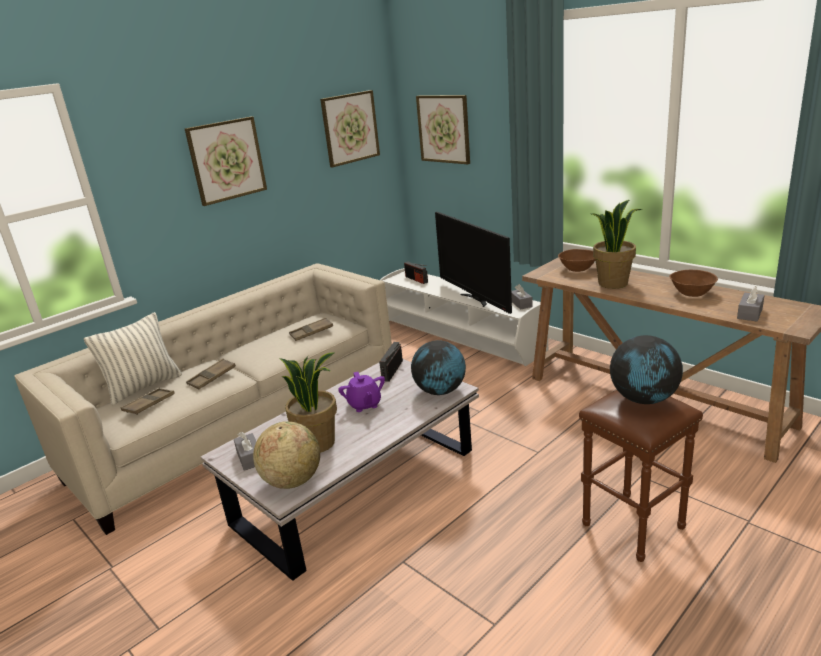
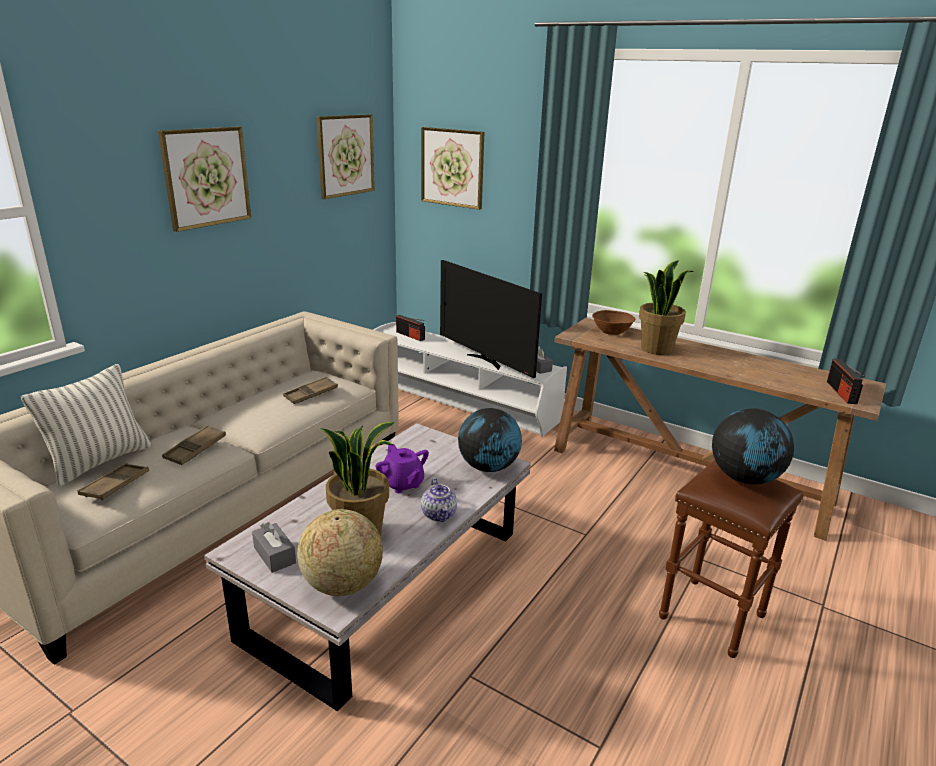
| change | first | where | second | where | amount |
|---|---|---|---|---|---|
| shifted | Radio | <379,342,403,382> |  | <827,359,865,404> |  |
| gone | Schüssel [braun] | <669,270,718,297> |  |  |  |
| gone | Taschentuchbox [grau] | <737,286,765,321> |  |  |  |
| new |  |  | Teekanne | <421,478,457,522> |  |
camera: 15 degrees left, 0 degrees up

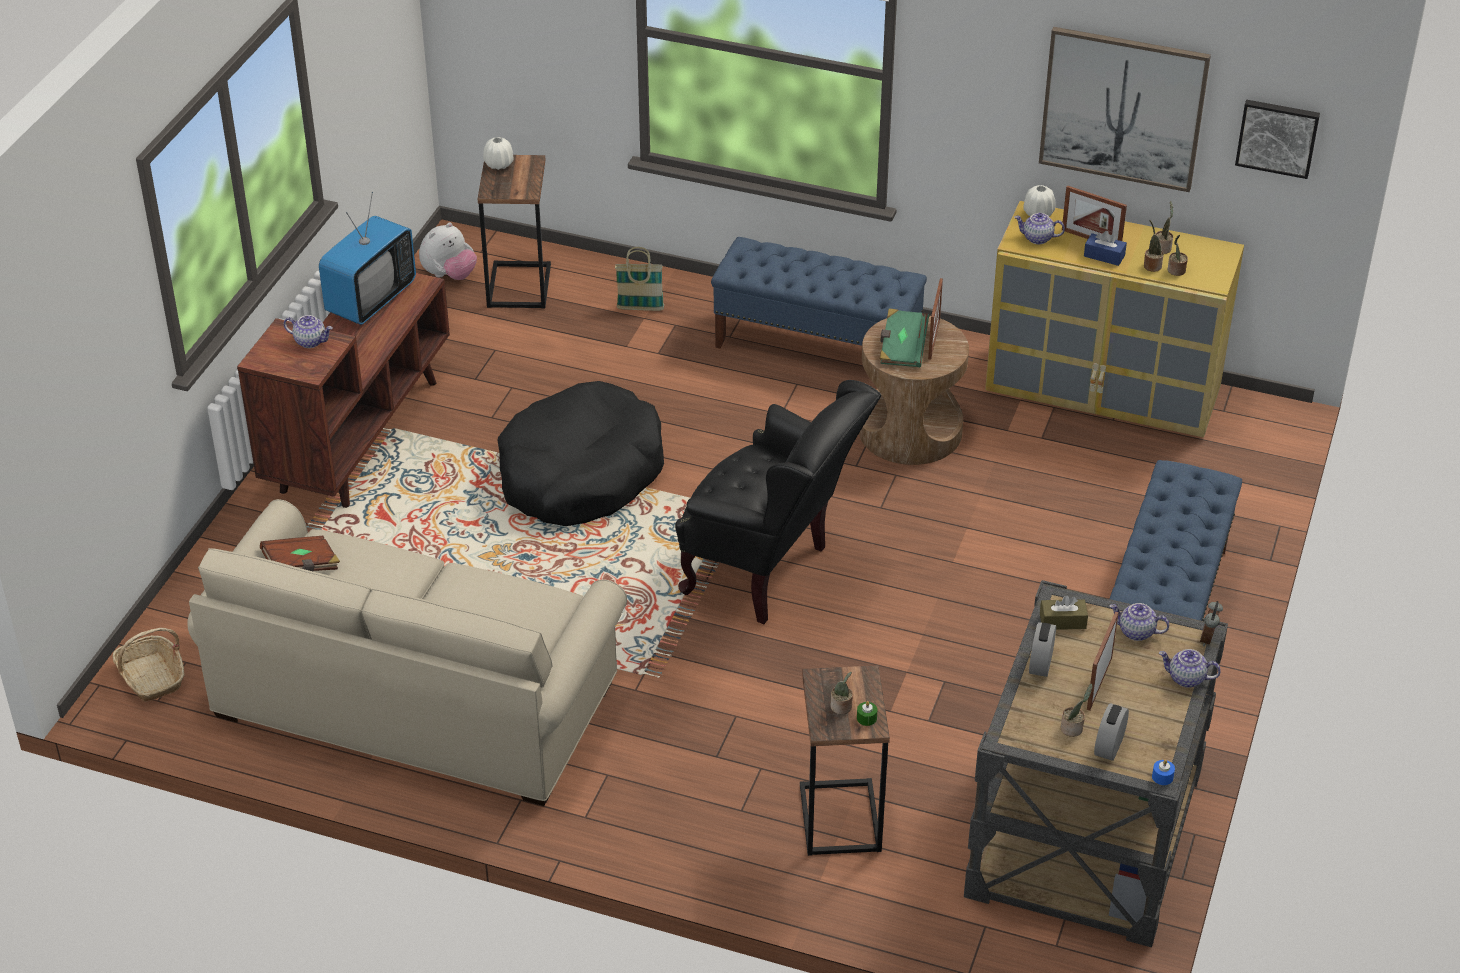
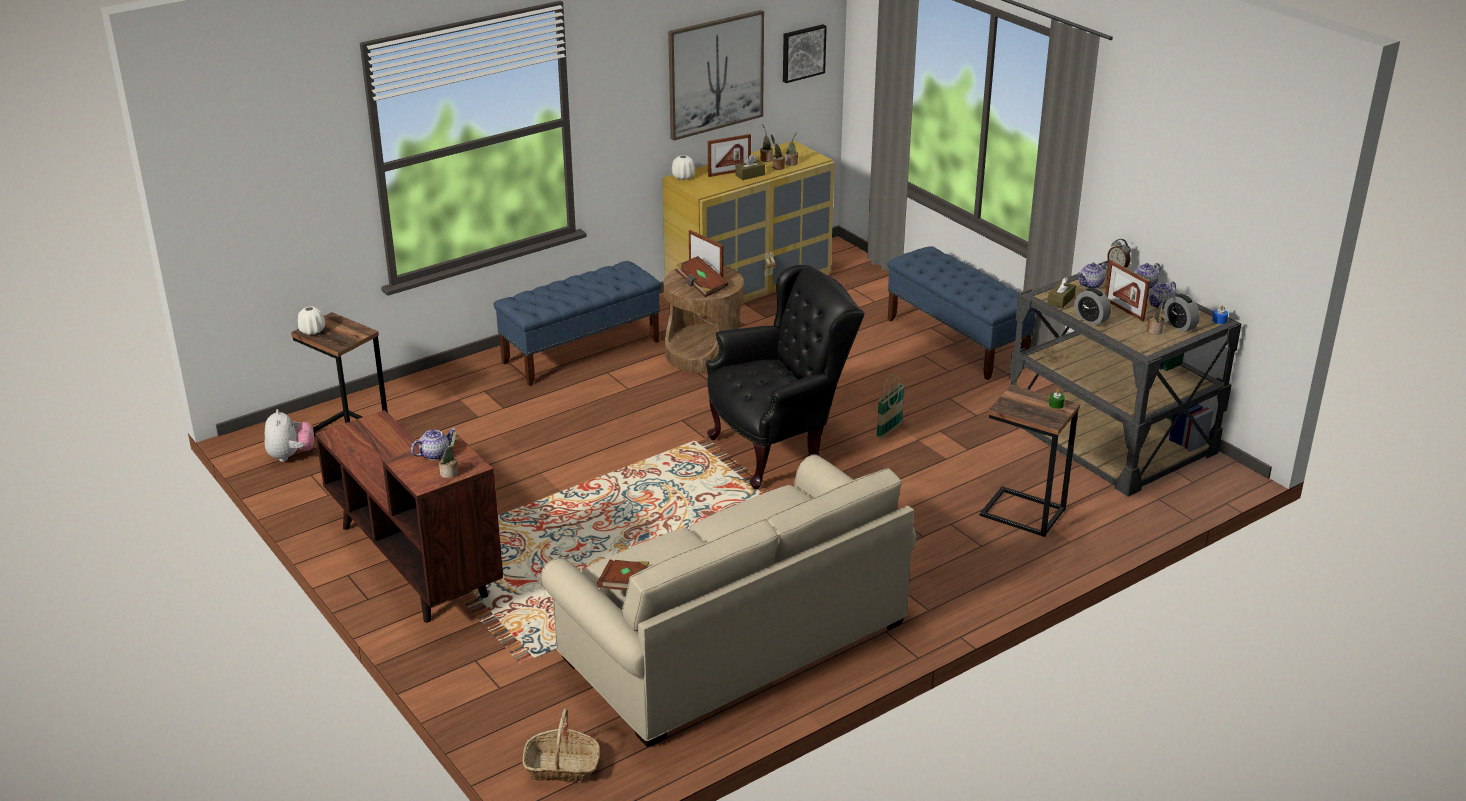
| change | first | where | second | where | amount |
|---|---|---|---|---|---|
| gone | Fernseher | <319,192,416,325> |  |  |  |
| gone | Hundebett [schwarz] | <497,381,664,526> |  |  |  |
| shifted | Korb | <615,247,664,311> |  | <876,374,904,439> |  |
| shifted | Topfpflanze | <830,672,853,715> |  | <439,431,458,478> |  |
| repainted | Buch [grün] | <880,308,929,367> | Buch [braun] | <675,256,728,297> |  |
| shifted | Teekanne | <1014,213,1065,244> |  | <1149,281,1176,309> |  |
| repainted | Taschentuchbox [blau] | <1084,231,1127,266> | Taschentuchbox [braun] | <735,155,765,180> |  |
camera: 55 degrees left, 10 degrees down

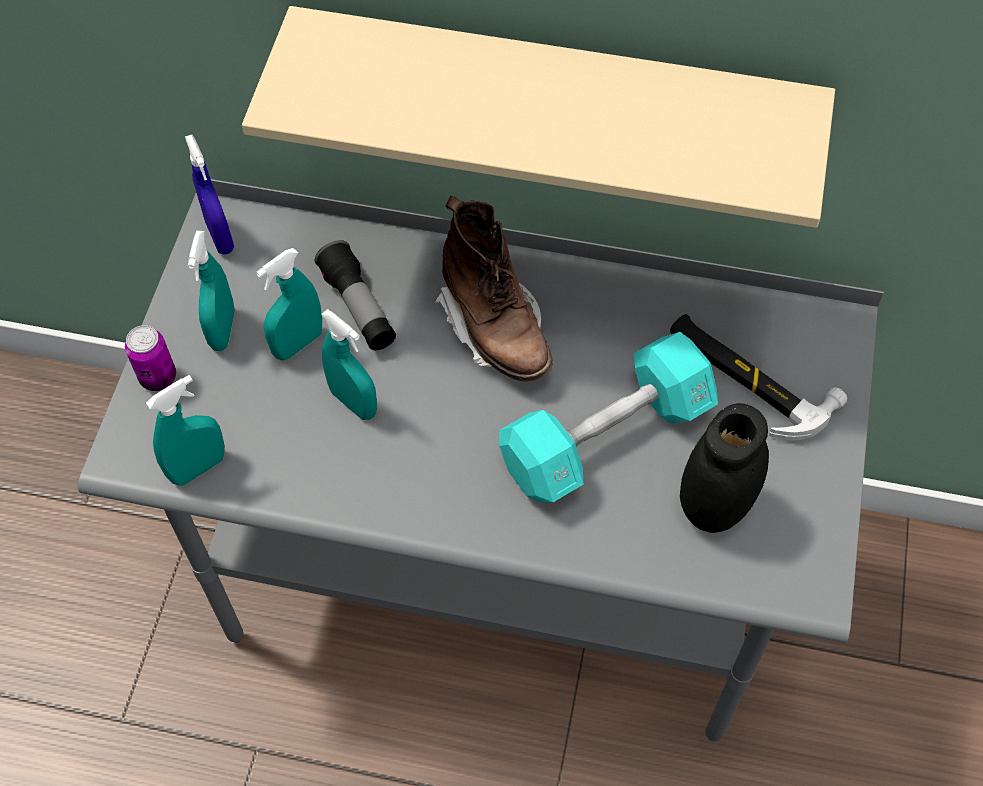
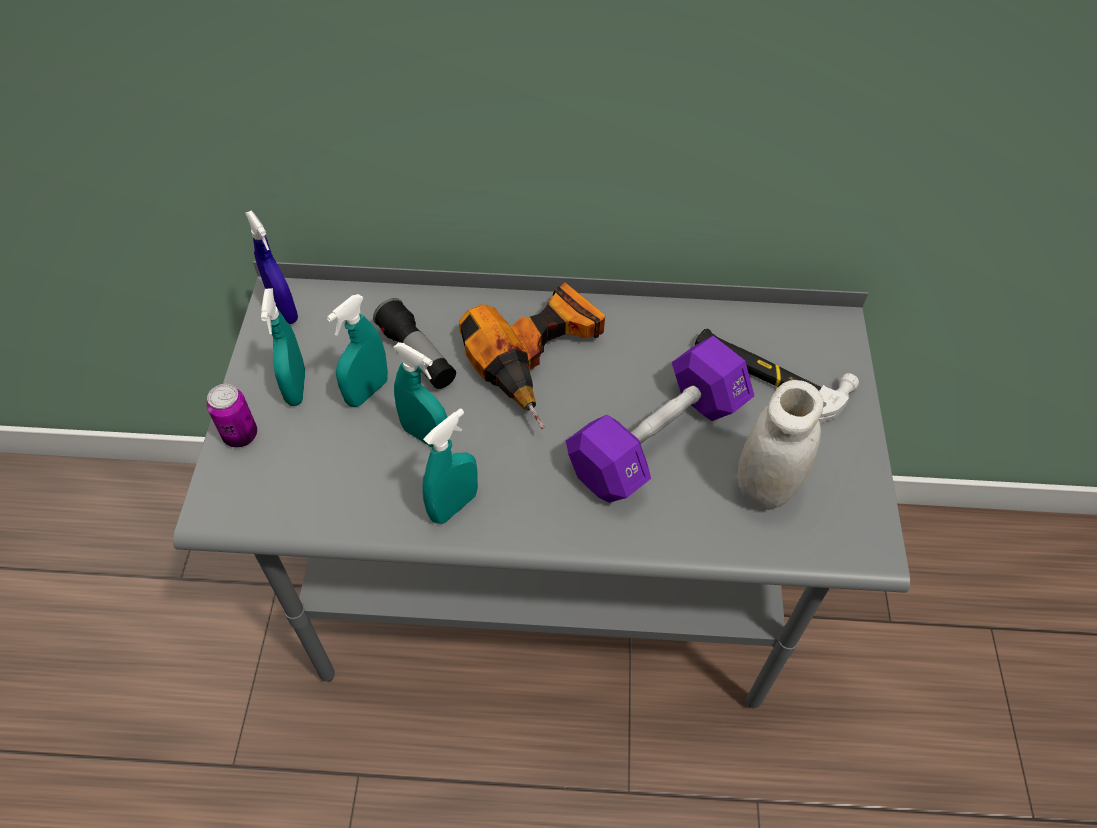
| change | first | where | second | where | amount |
|---|---|---|---|---|---|
| shifted | Sprühflasche [türkis] | <146,375,225,486> |  | <422,408,478,524> |  |
| gone | Wandregal [beige] | <242,6,835,228> |  |  |  |
| swapped | Stiefel [braun] | <435,196,553,381> | Bohrmaschine | <459,282,605,429> |  |
| repainted | Hantel [türkis] | <499,332,718,502> | Hantel [lila] | <566,336,754,503> |  |
| repainted | Vorratsglas [schwarz] | <680,403,769,533> | Vorratsglas [weiß] | <737,380,824,510> |  |
camera: 10 degrees left, 5 degrees down

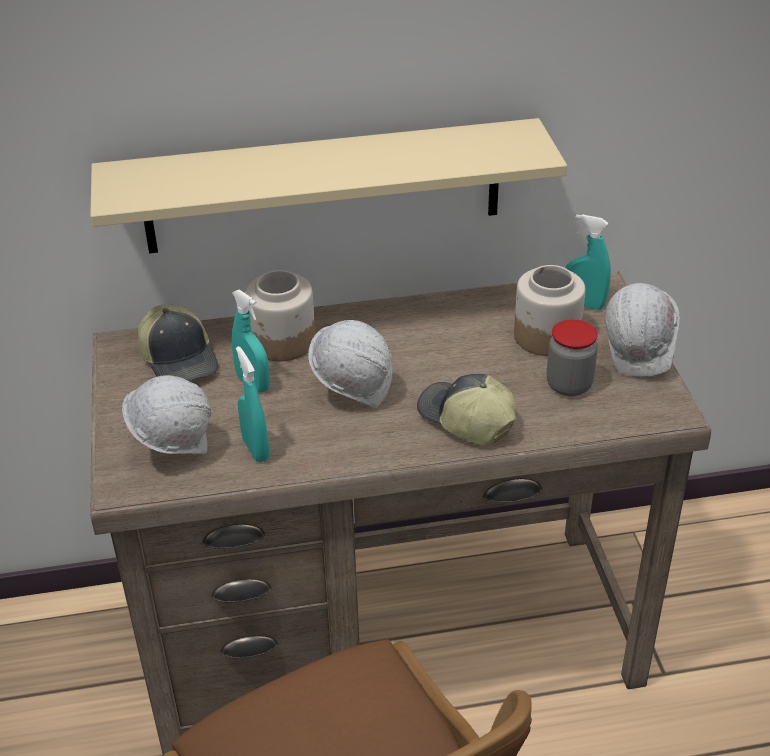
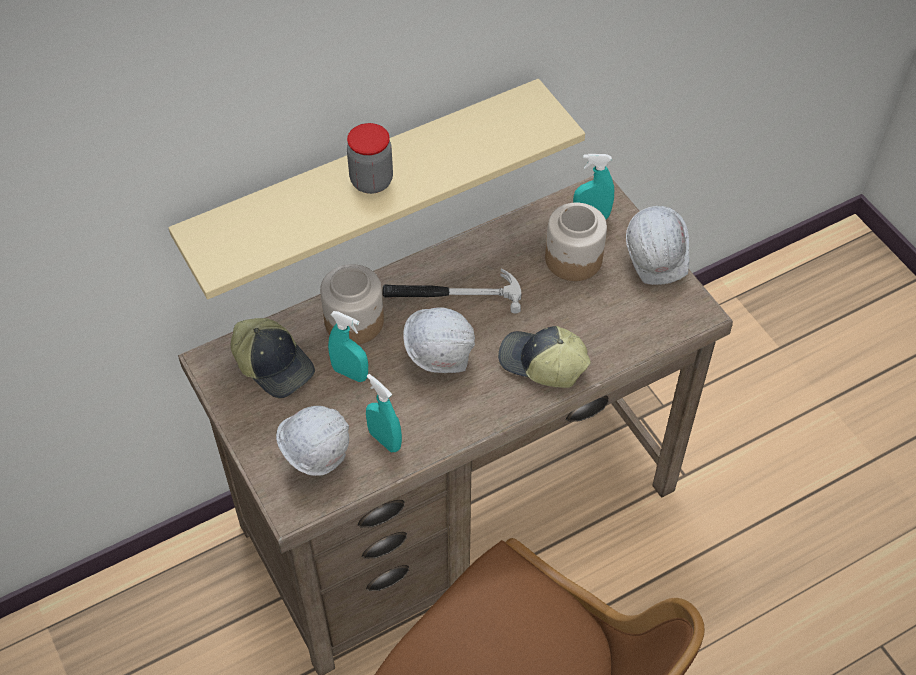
| change | first | where | second | where | amount |
|---|---|---|---|---|---|
| shifted | Vorratsglas | <547,319,598,396> |  | <347,123,393,194> |  |
| new |  |  | Hammer | <383,269,521,314> |  |
camera: 20 degrees left, 15 degrees up

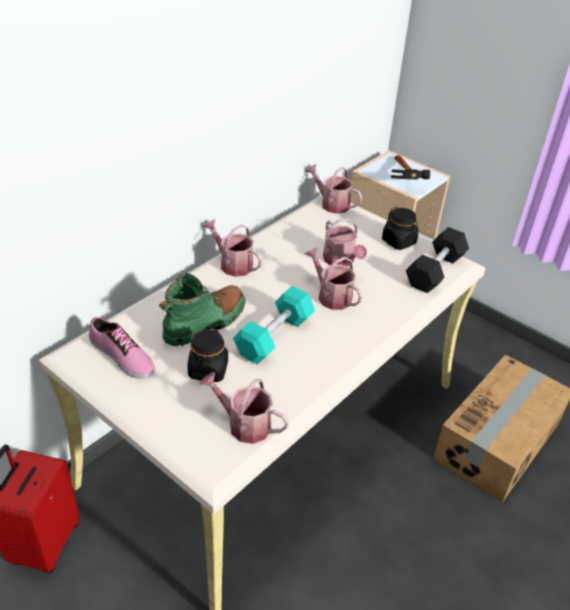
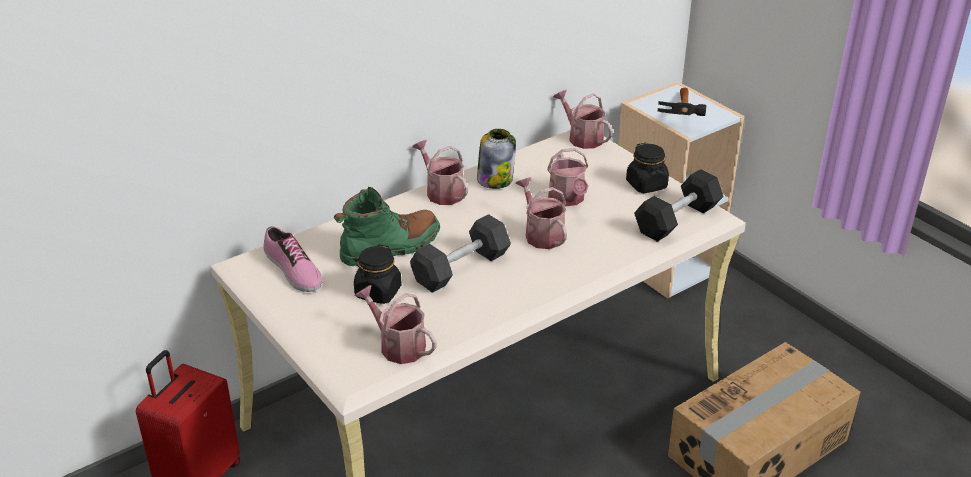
| change | first | where | second | where | amount |
|---|---|---|---|---|---|
| repainted | Hantel [türkis] | <233,286,315,365> | Hantel [grau] | <410,214,511,293> |  |
| new |  |  | Vorratsglas | <477,129,516,189> |  |
camera: 15 degrees right, 5 degrees down

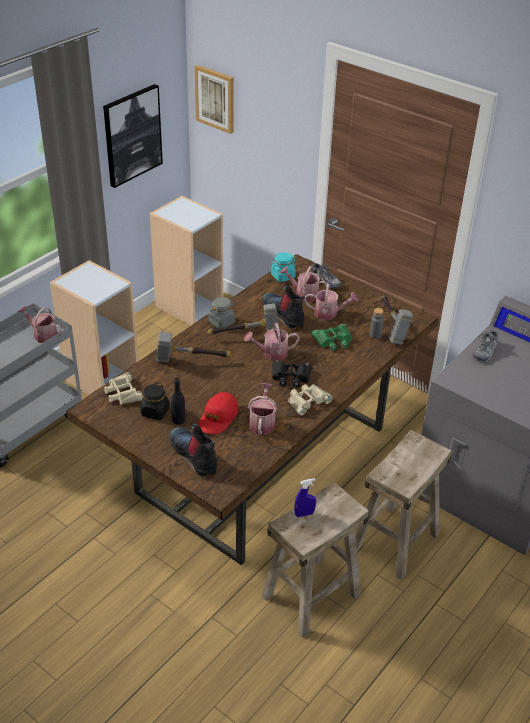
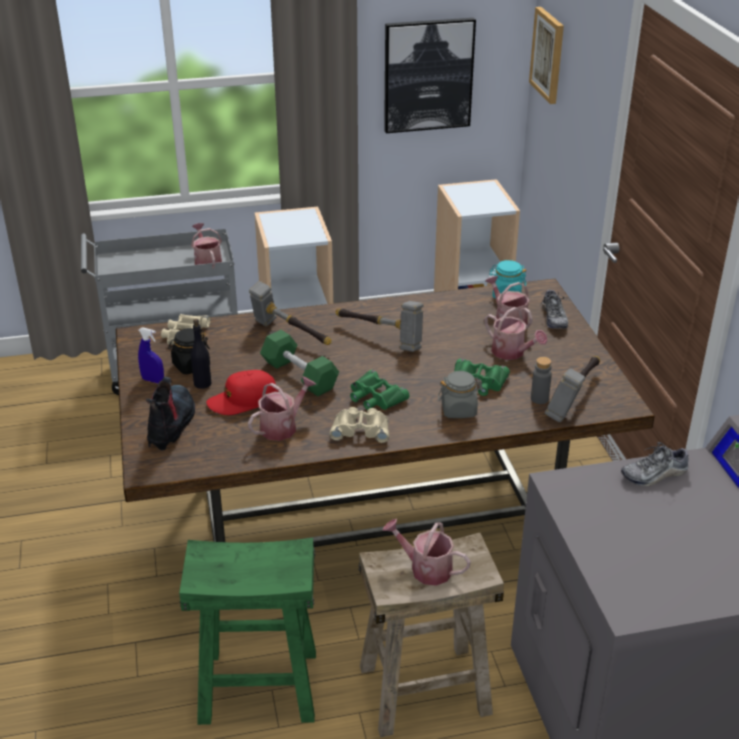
| change | first | where | second | where | amount |
|---|---|---|---|---|---|
| shifted | Vorratsglas [grau] | <208,297,235,328> |  | <438,371,483,418> |  |
| shifted | Gießkanne | <244,323,300,361> |  | <382,519,471,586> |  |
| repainted | Hocker [beige] | <261,481,369,638> | Hocker [grün] | <179,538,316,725> |  |
| gone | Stiefel | <262,285,305,329> |  |  |  |
| repainted | Fernglas [schwarz] | <272,360,312,388> | Fernglas [grün] | <350,369,409,410> |  |
| shifted | Sprühflasche [blau] | <294,478,316,517> |  | <138,327,164,383> |  |
| new |  |  | Hantel [grün] | <260,330,339,396> |  |
camera: 40 degrees right, 5 degrees down

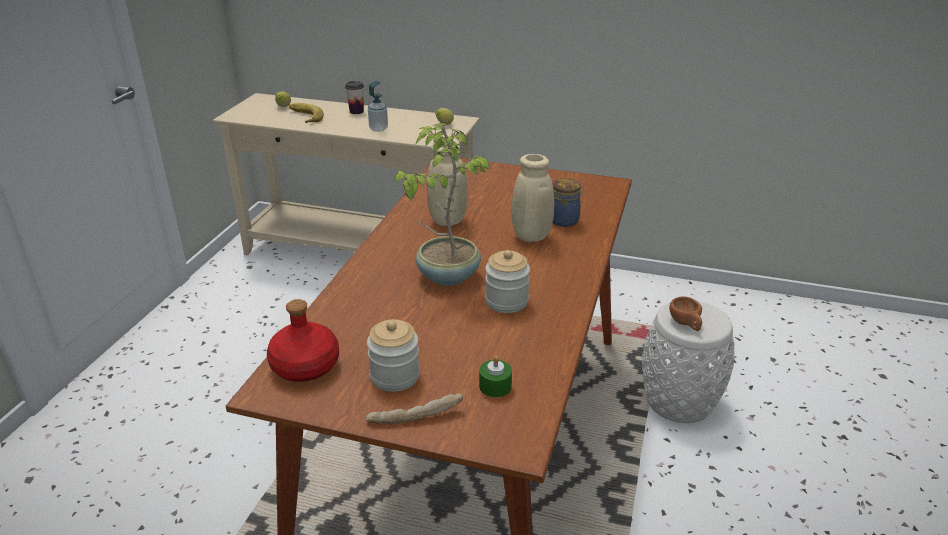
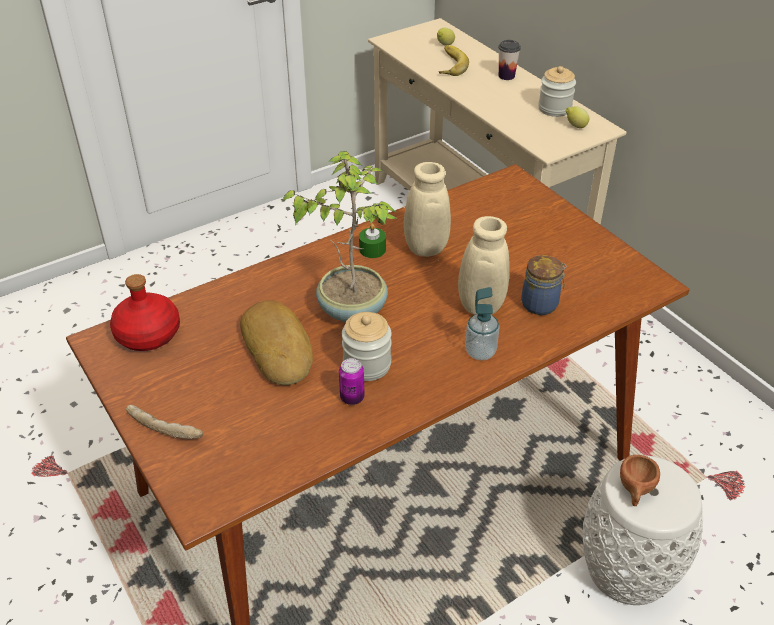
| change | first | where | second | where | amount |
|---|---|---|---|---|---|
| shifted | Vorratsglas | <367,319,420,392> |  | <538,66,576,117> |  |
| shifted | Seifenspender | <368,81,388,132> |  | <465,287,500,361> |  |
| shifted | Kerze [grün] | <479,356,512,398> |  | <359,224,386,258> |  |
| new |  |  | Brot | <240,300,313,385> |  |
| new |  |  | Dose | <339,358,365,405> |  |
camera: 40 degrees right, 10 degrees up

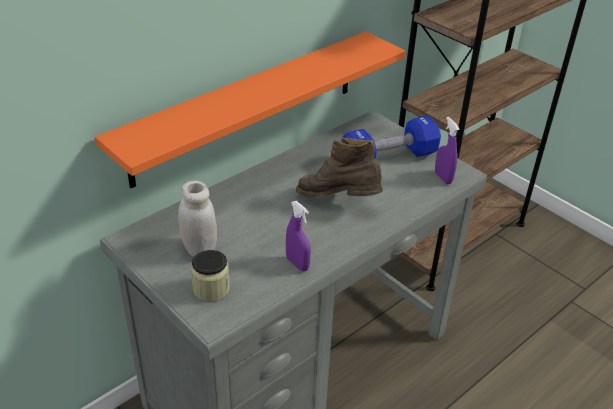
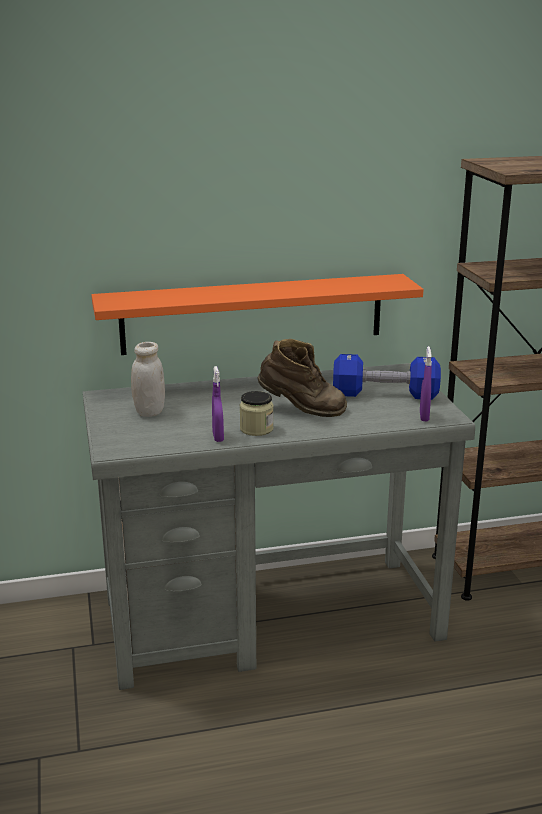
| change | first | where | second | where | amount |
|---|---|---|---|---|---|
| shifted | Vorratsglas | <191,250,230,302> |  | <240,391,273,436> |  |
| rotated | Stiefel [braun] | <296,137,383,198> |  | <258,339,347,417> | 135 degrees clockwise |
camera: 30 degrees right, 15 degrees down

